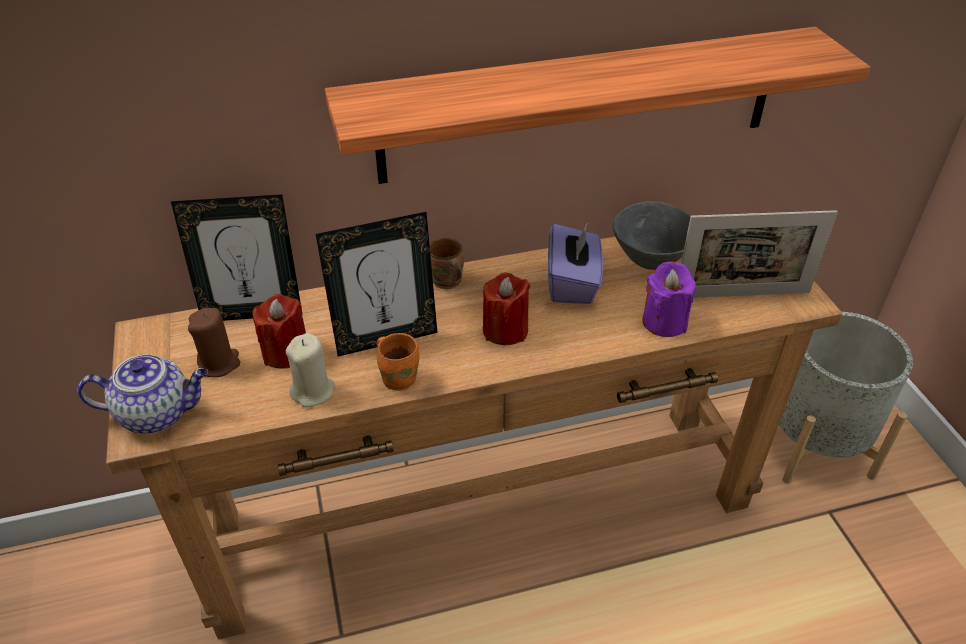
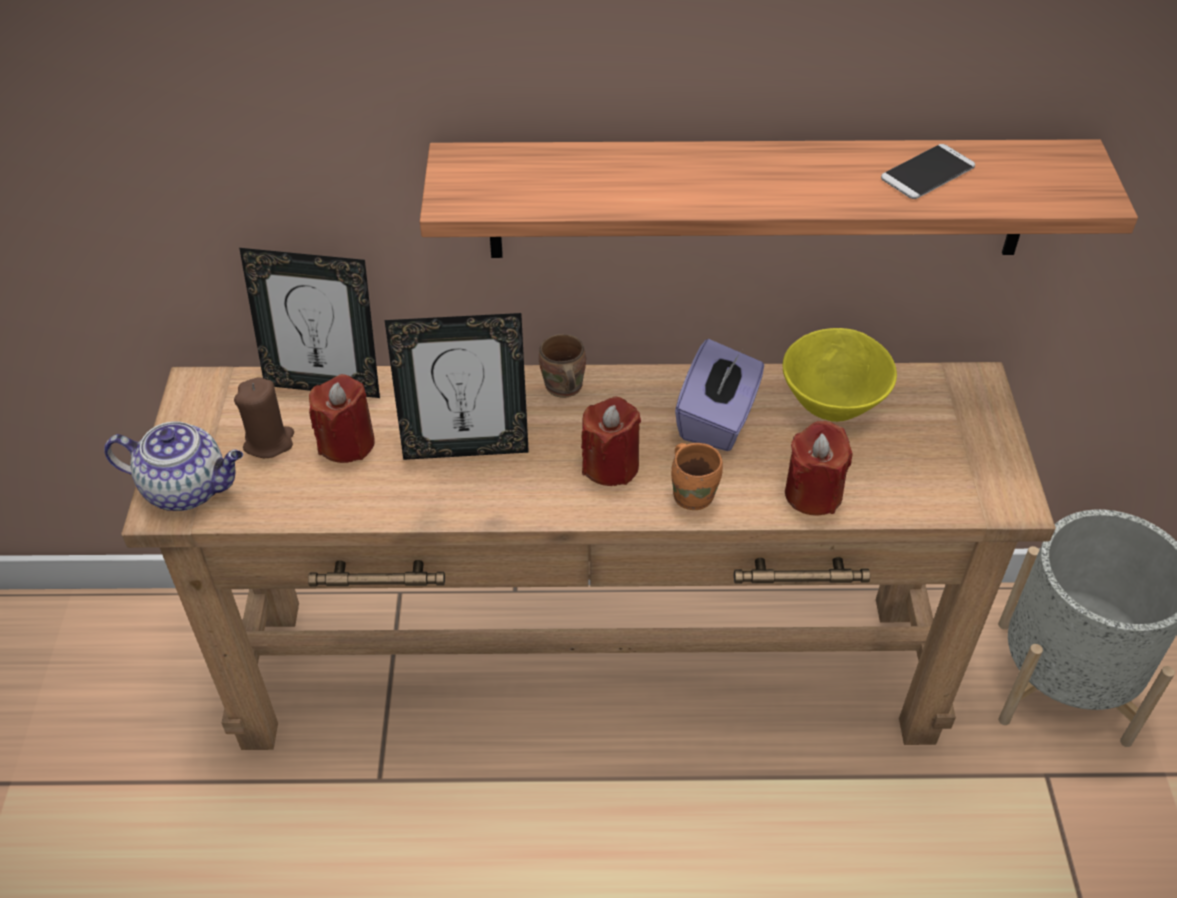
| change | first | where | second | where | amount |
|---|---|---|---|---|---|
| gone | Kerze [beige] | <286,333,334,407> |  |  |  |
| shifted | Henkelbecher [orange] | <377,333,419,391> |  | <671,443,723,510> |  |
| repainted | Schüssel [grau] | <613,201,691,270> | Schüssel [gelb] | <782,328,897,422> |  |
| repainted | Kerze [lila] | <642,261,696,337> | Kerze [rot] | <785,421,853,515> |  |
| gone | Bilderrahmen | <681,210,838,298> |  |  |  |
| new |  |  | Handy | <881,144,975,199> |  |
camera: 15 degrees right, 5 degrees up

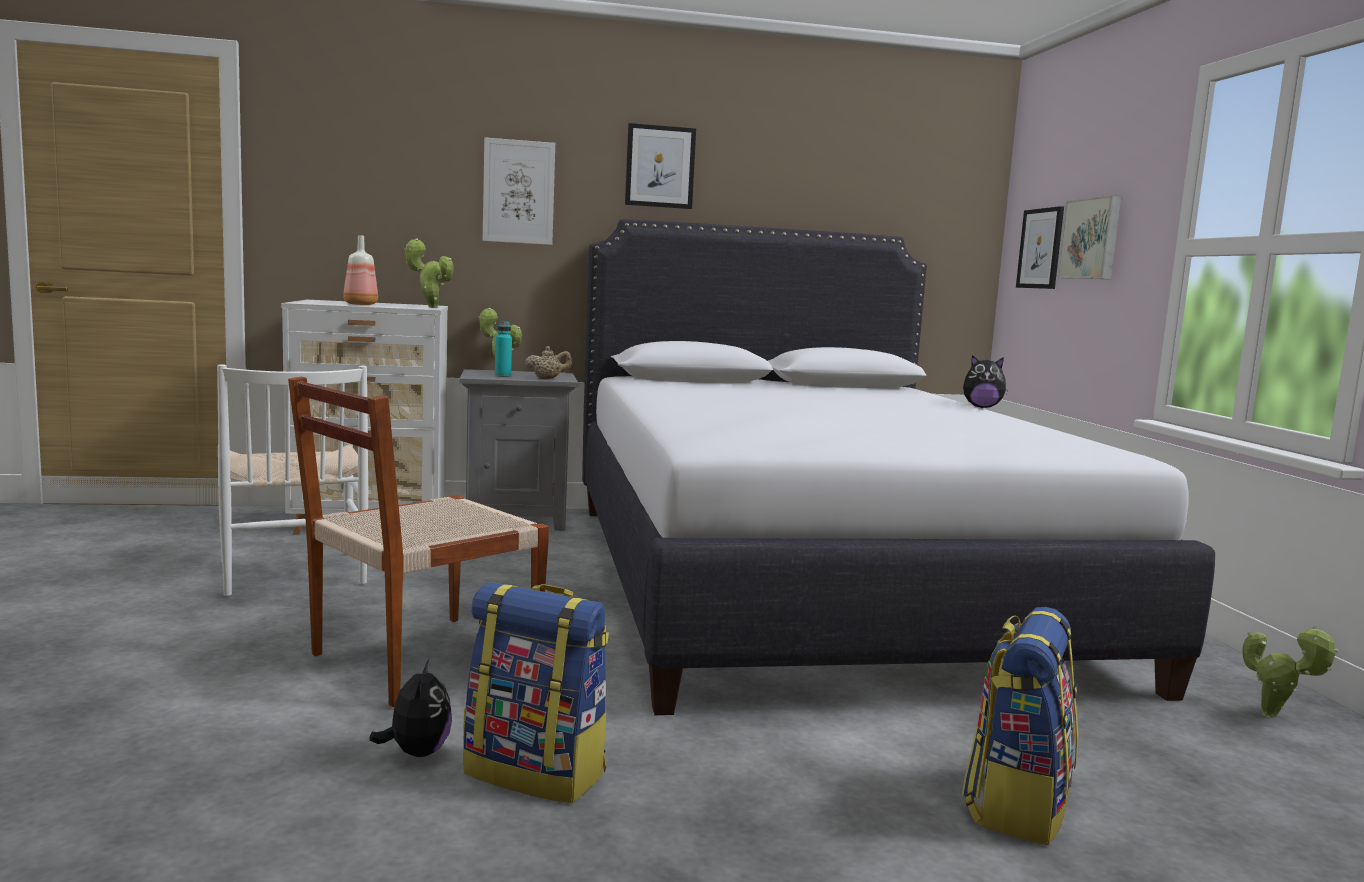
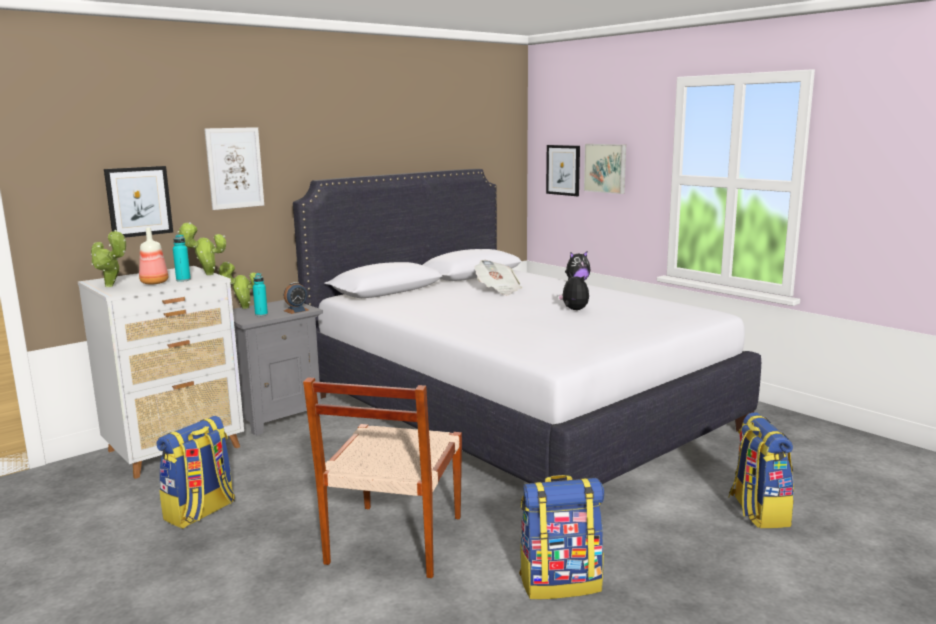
| change | first | where | second | where | amount |
|---|---|---|---|---|---|
| swapped | Stuhl [weiß] | <217,364,368,596> | Rucksack | <157,416,235,529> |  |
| shifted | Plüschtier | <369,659,452,757> |  | <558,272,589,310> |  |
| swapped | Teekanne [beige] | <525,346,572,379> | Wecker | <284,282,309,314> |  |
| shifted | Bild | <625,123,696,209> |  | <104,166,173,238> |  |
| shifted | Topfpflanze | <1242,626,1338,718> |  | <91,230,126,287> |  |
| new |  |  | Flasche [türkis] | <173,234,191,282> |  |
| new |  |  | Zeitung | <474,260,522,295> |  |
camera: 30 degrees left, 5 degrees up

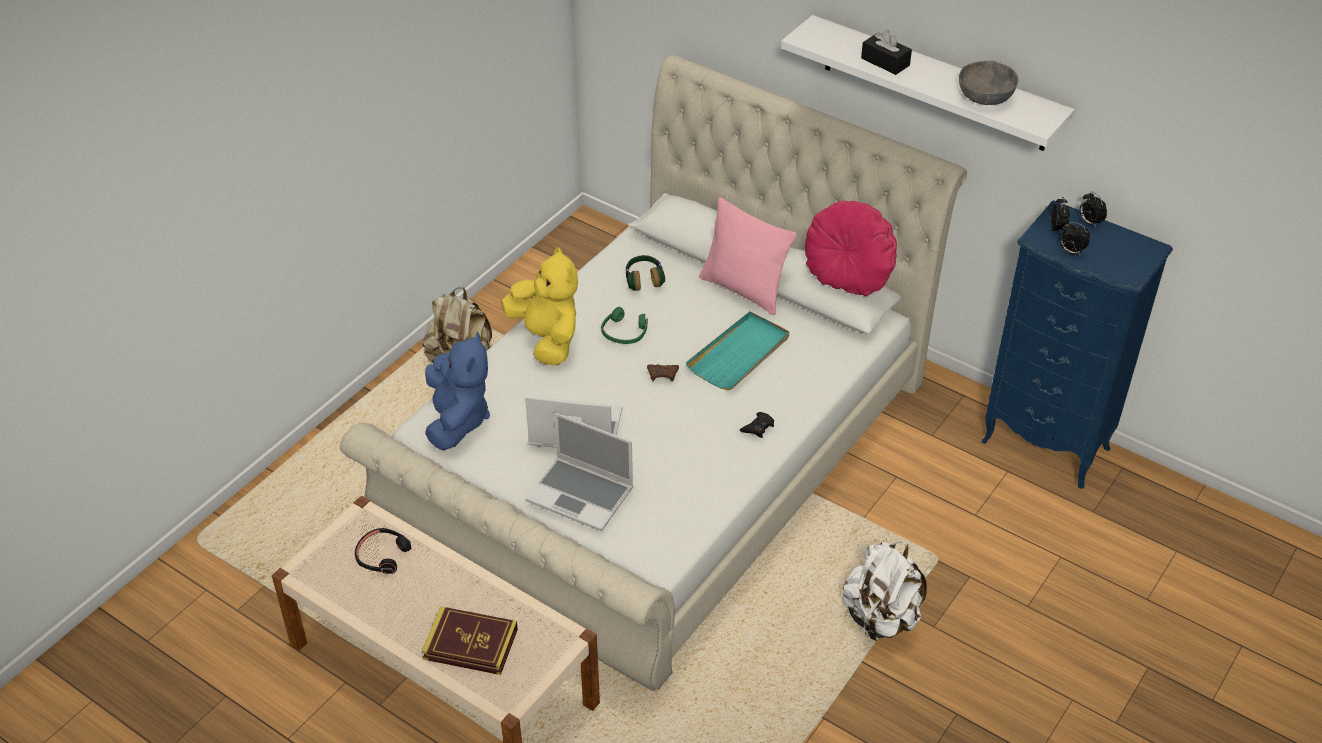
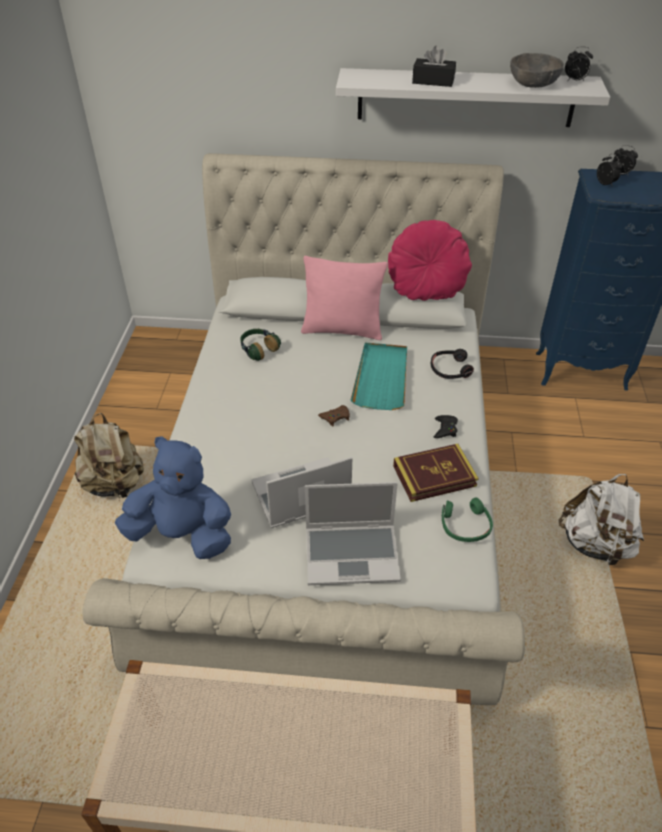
| change | first | where | second | where | amount |
|---|---|---|---|---|---|
| shifted | Kopfhörer [schwarz] | <355,528,411,574> |  | <431,349,474,379> |  |
| shifted | Buch | <422,606,518,675> |  | <393,444,479,502> |  |
| rotated | Plüschtier [blau] | <425,331,490,450> |  | <115,436,231,559> | 45 degrees counterclockwise |
| gone | Plüschtier [gelb] | <501,247,578,365> |  |  |  |
| shifted | Kopfhörer [grün] | <601,307,648,344> |  | <442,497,493,542> |  |
| shifted | Wecker | <1060,222,1090,256> |  | <565,47,593,81> |  |
camera: 30 degrees left, 0 degrees up

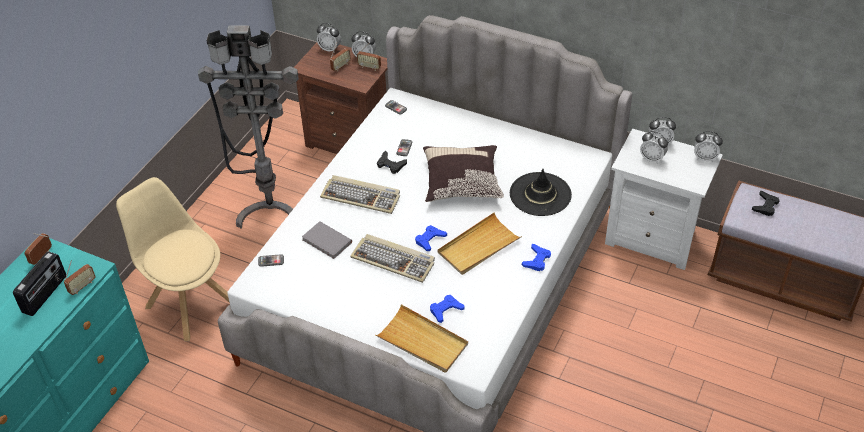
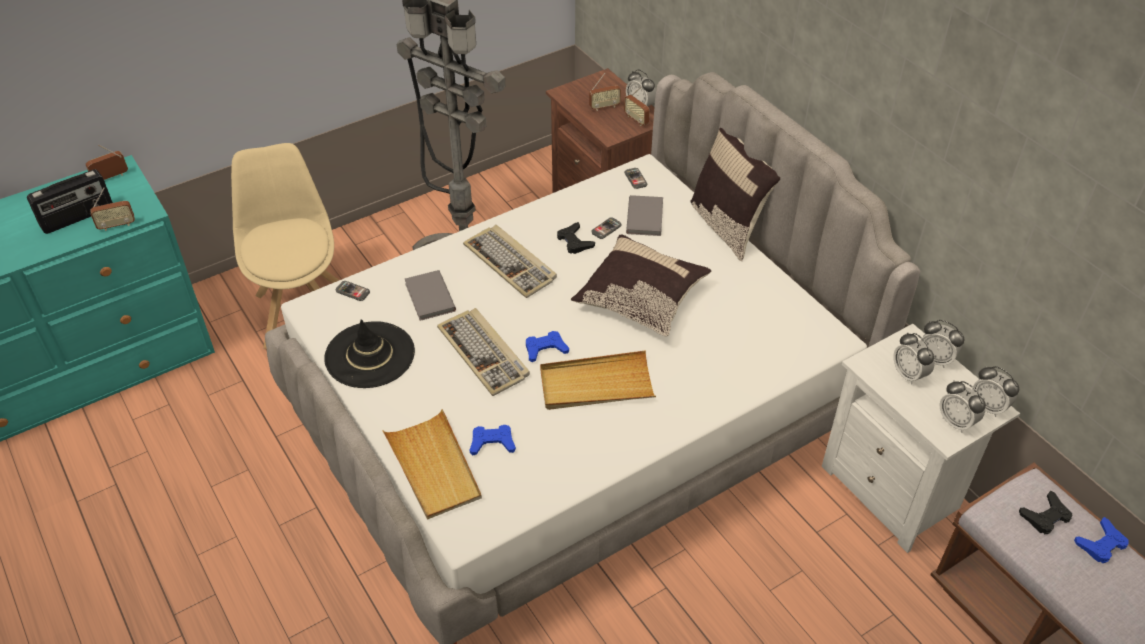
| change | first | where | second | where | amount |
|---|---|---|---|---|---|
| shifted | Wecker | <317,23,341,53> |  | <940,381,986,433> |  |
| shifted | Hut [schwarz] | <510,169,572,216> |  | <324,319,415,388> |  |
| shifted | Gamepad [blau] | <522,244,551,271> |  | <1074,517,1129,563> |  |
| new |  |  | Buch [grau] | <626,195,663,236> |  |
| new |  |  | Kissen | <690,128,780,261> |  |
camera: 30 degrees right, 0 degrees up

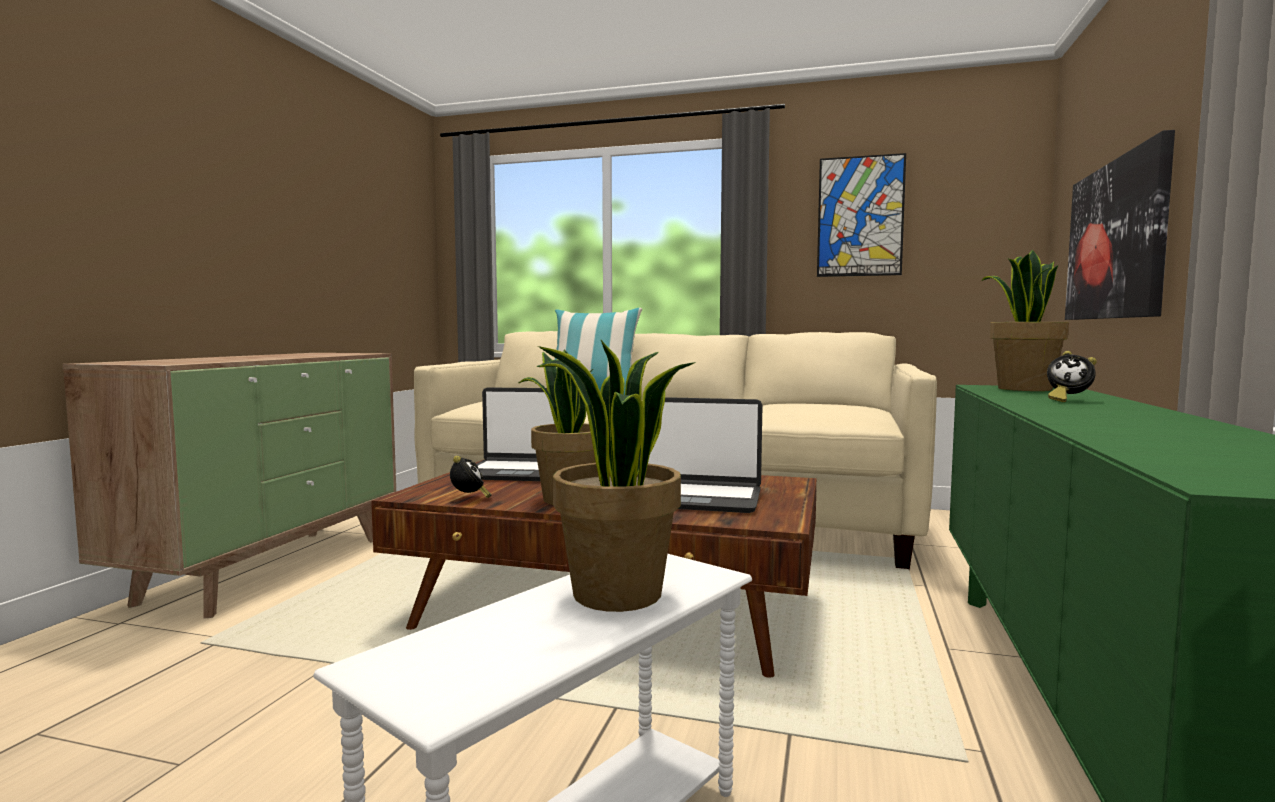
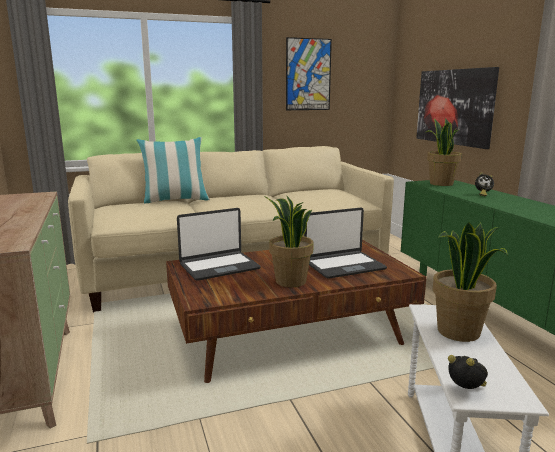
| change | first | where | second | where | amount |
|---|---|---|---|---|---|
| shifted | Wecker | <450,456,492,498> |  | <448,355,488,389> |  |
camera: 35 degrees left, 10 degrees up

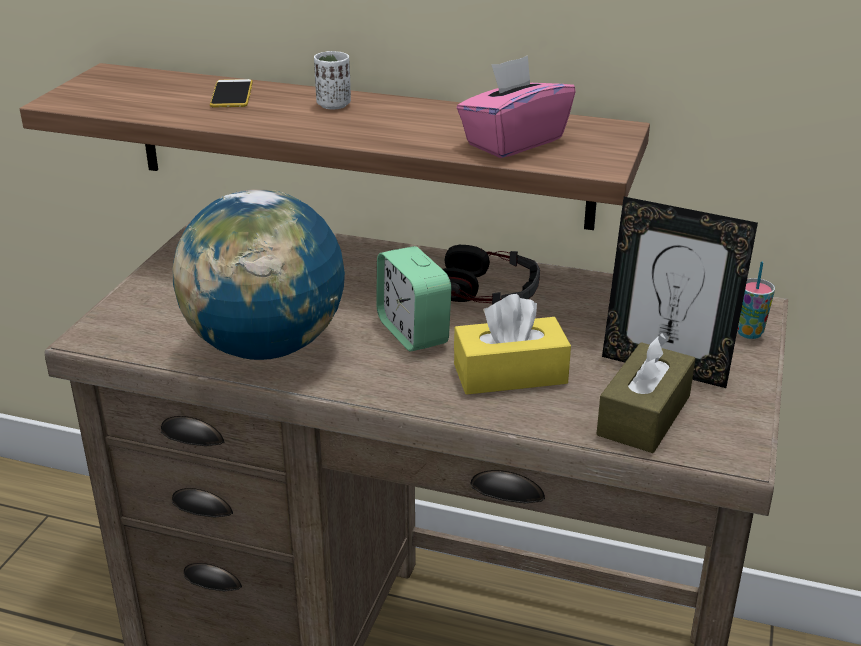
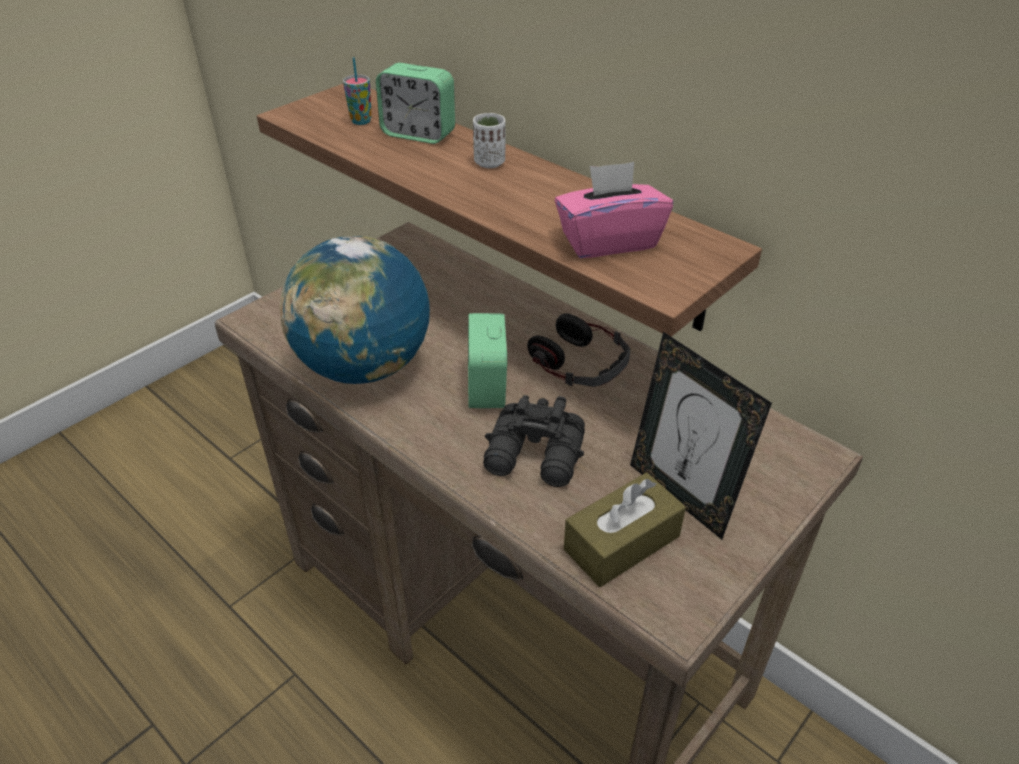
| change | first | where | second | where | amount |
|---|---|---|---|---|---|
| swapped | Handy | <210,79,253,108> | Wecker | <376,63,455,144> |  |
| swapped | Taschentuchbox [gelb] | <454,294,571,395> | Fernglas [schwarz] | <483,395,585,487> |  |
| shifted | Tasse | <738,262,775,339> |  | <343,57,372,125> |  |
camera: 25 degrees right, 10 degrees up

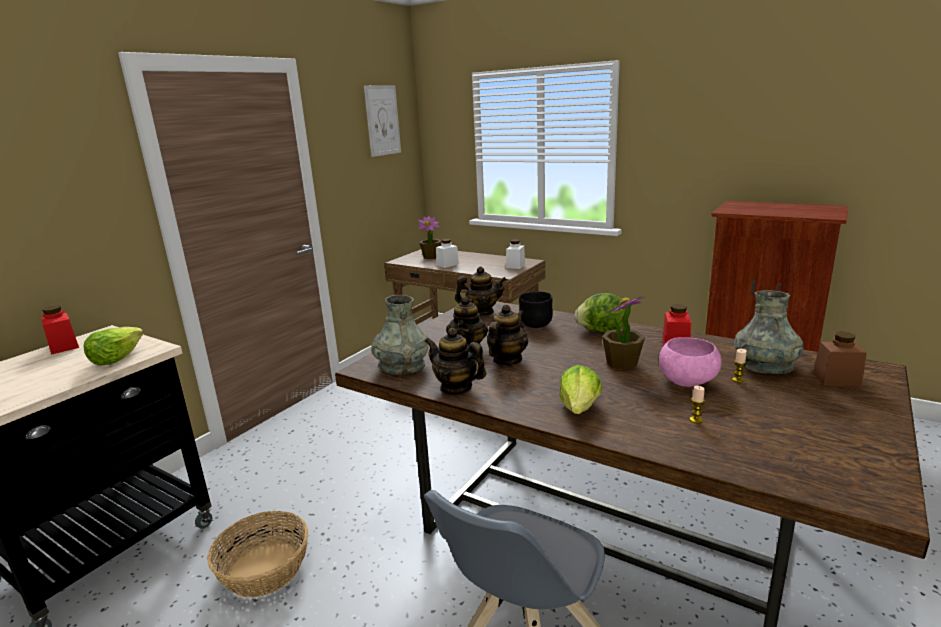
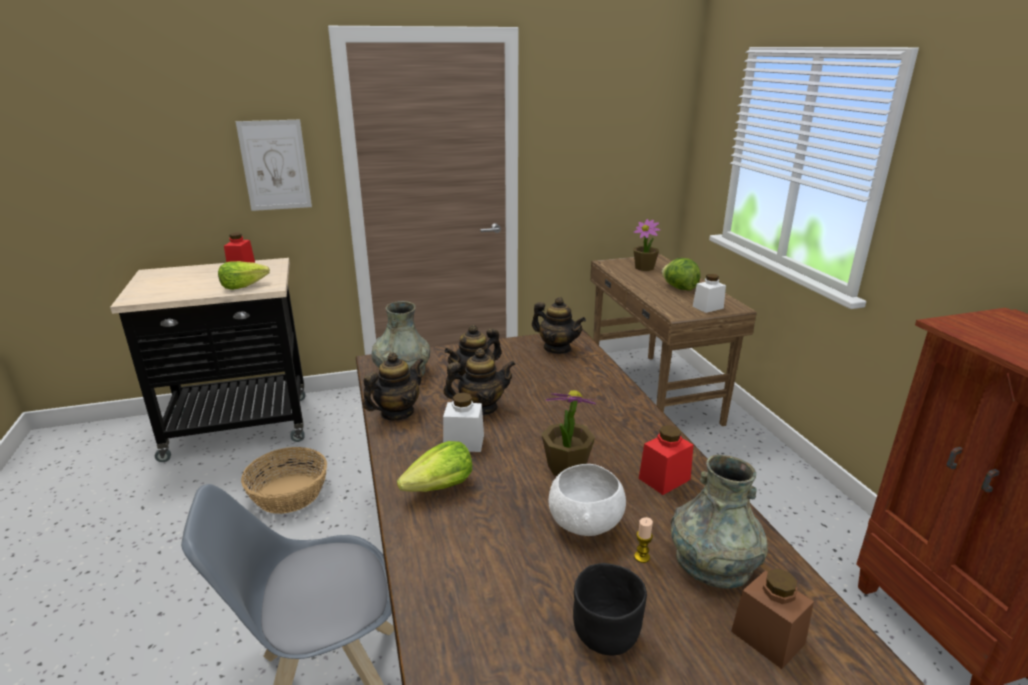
| change | first | where | second | where | amount |
|---|---|---|---|---|---|
| shifted | Bild | <364,85,401,157> |  | <236,120,312,211> |  |
| rotated | Teekanne | <425,328,486,395> |  | <363,352,424,420> | 60 degrees clockwise |
| shifted | Vorratsglas [weiß] | <436,239,459,268> |  | <443,393,484,452> |  |
| shifted | Schüssel [schwarz] | <519,291,553,328> |  | <573,563,647,655> |  |
| shifted | Salatkopf | <574,293,625,332> |  | <662,258,701,290> |  |
| repainted | Schüssel [rosa] | <659,337,722,387> | Schüssel [weiß] | <549,464,626,536> |  |
| gone | Kerze | <690,386,705,423> |  |  |  |
camera: 40 degrees right, 5 degrees up

